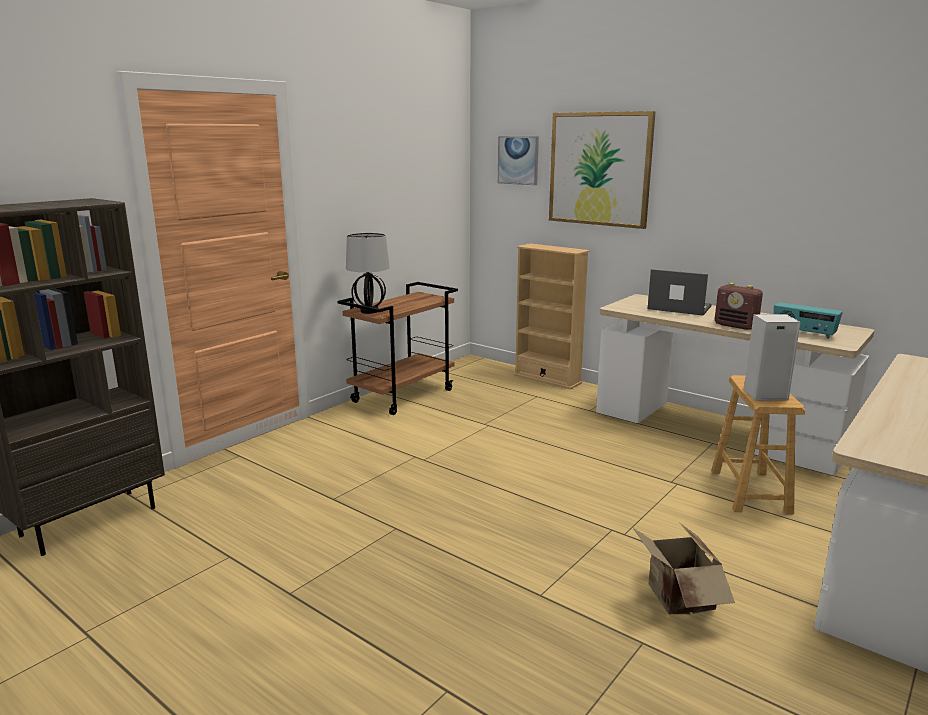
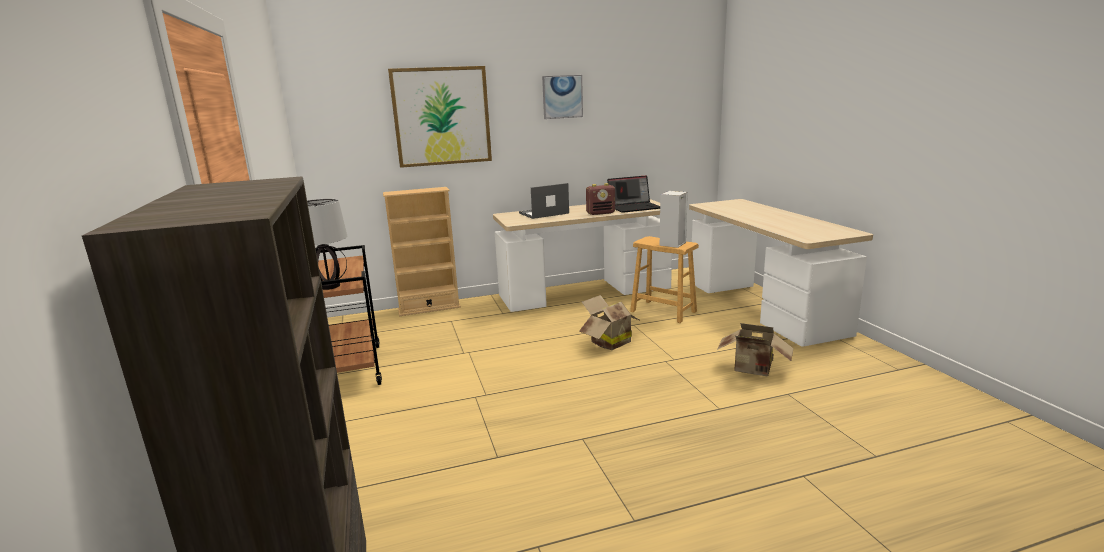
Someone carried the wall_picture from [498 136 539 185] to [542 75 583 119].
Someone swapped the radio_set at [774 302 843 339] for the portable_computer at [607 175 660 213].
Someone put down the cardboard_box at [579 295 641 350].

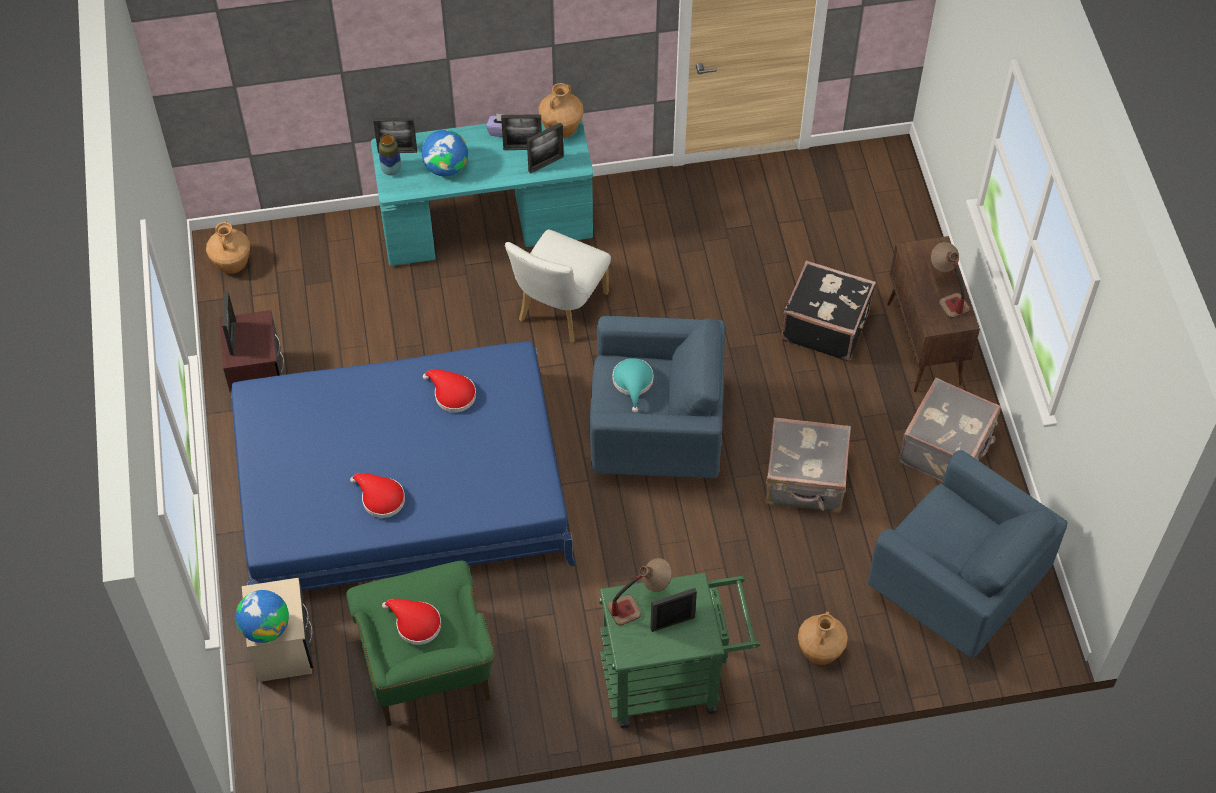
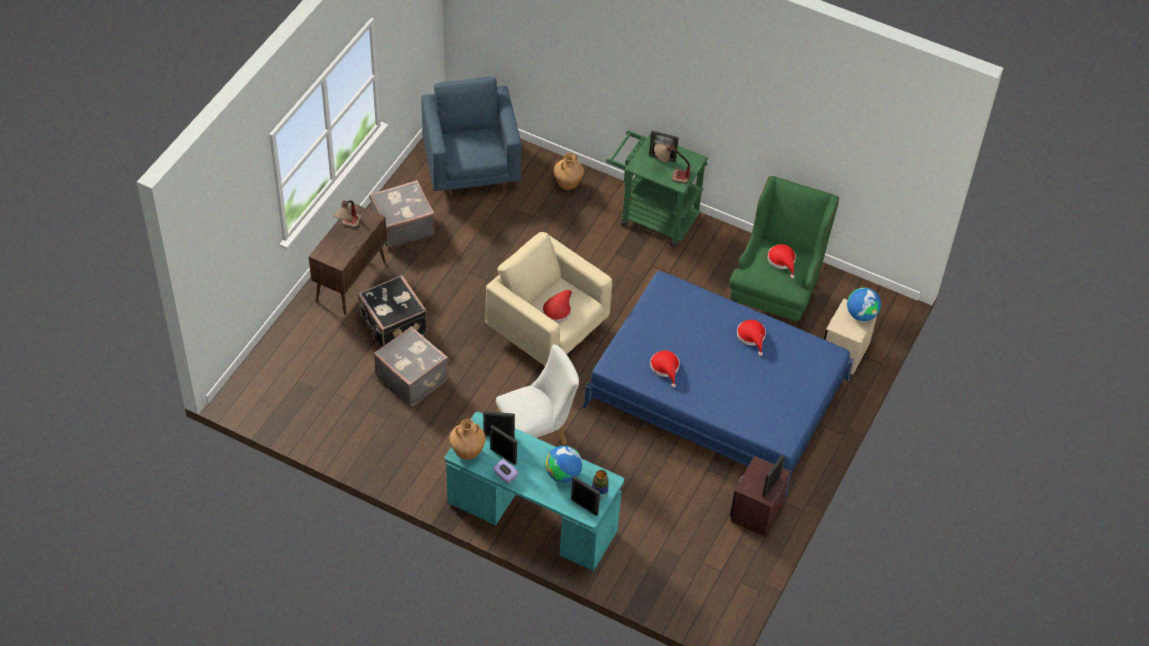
Someone took away the brown-coloured_vase at [206 221 250 274].
Someone repainted the blue_armchair at [589 316 725 478], which became the beige-coloured_armchair at [486 232 612 366].
Someone repainted the turquoise-coloured_clothing_hat at [613 358 654 413], which became the reddish_clothing_hat at [542 290 574 323].
Someone carried the gray_piece_of_luggage from [765 417 851 513] to [374 326 449 406].

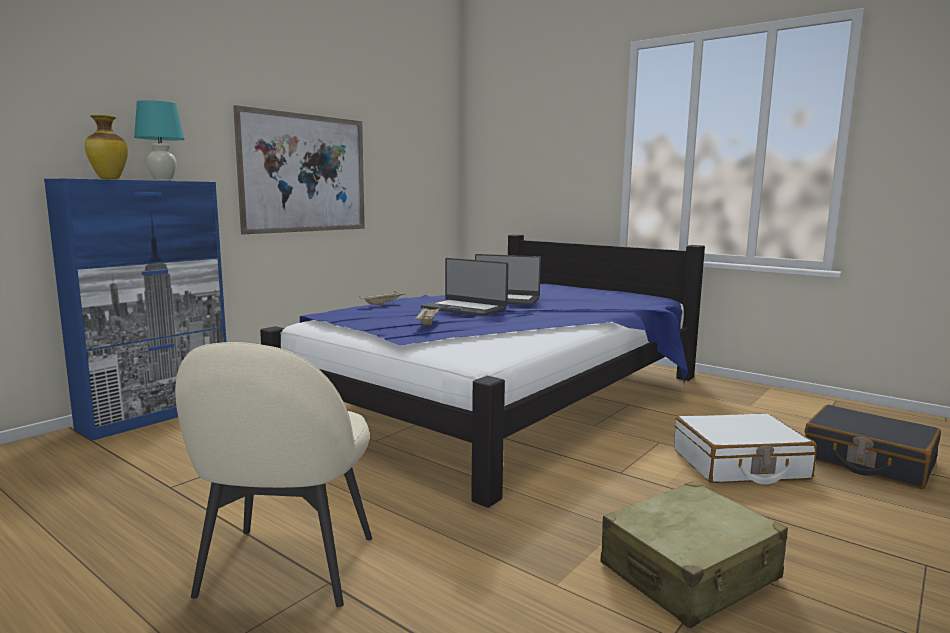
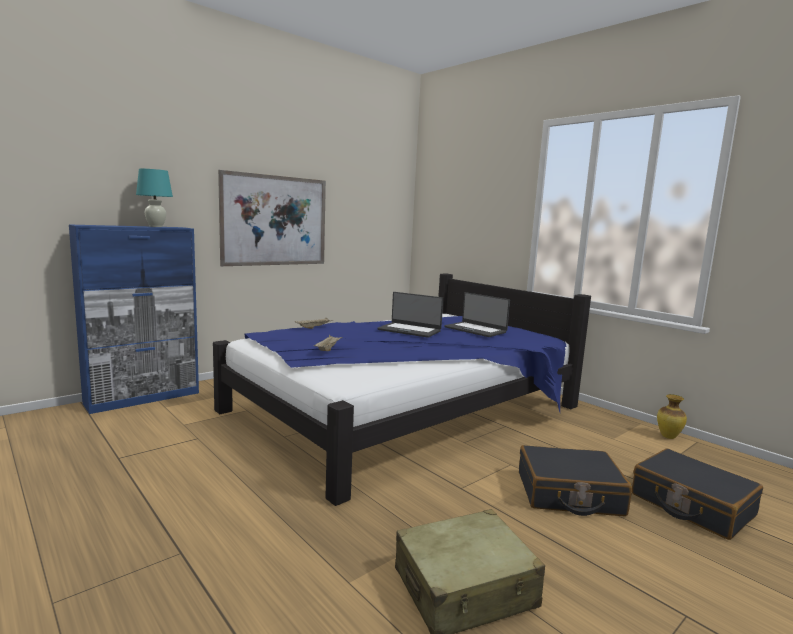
Someone carried the vase from [85 115 128 179] to [657 394 687 439].
Someone took away the beige-coloured_upright_chair at [175 342 372 607].
Someone carried the portable_computer from [421 258 508 316] to [444 292 510 337].
Someone repainted the whitish_piece_of_luggage at [674 414 817 484], which became the blackish_piece_of_luggage at [519 445 632 516].

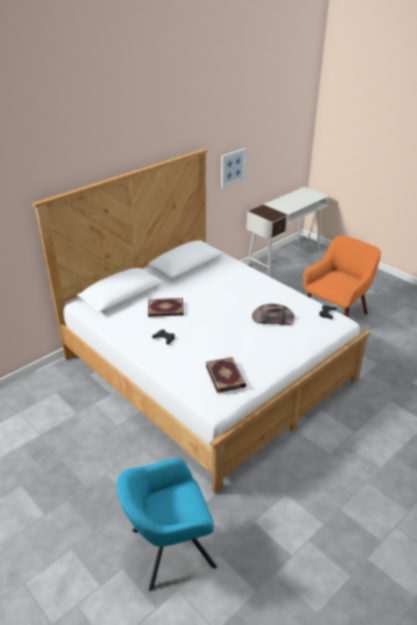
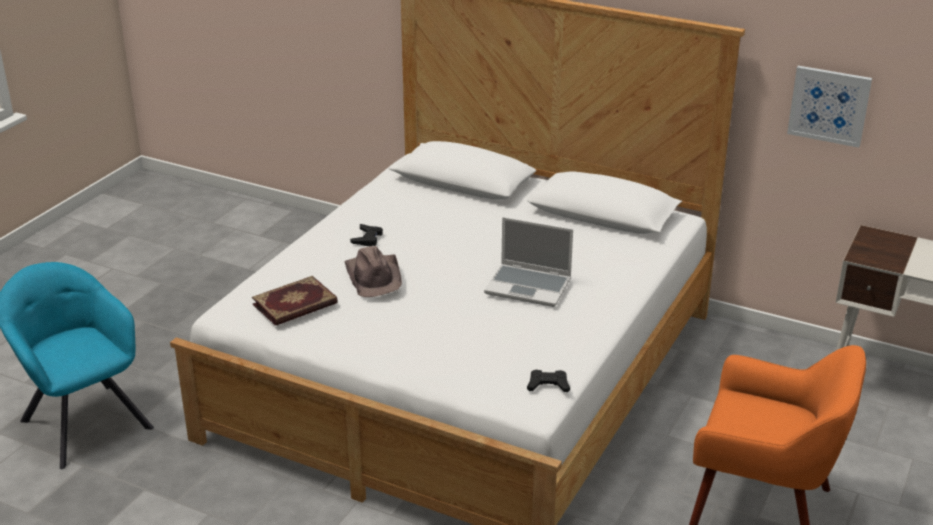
Someone took away the volume at [148 298 184 317].
Someone carried the brown-coloured_clothing_hat from [252 304 295 325] to [344 246 402 297].
Someone put down the portable_computer at [484 217 573 307].

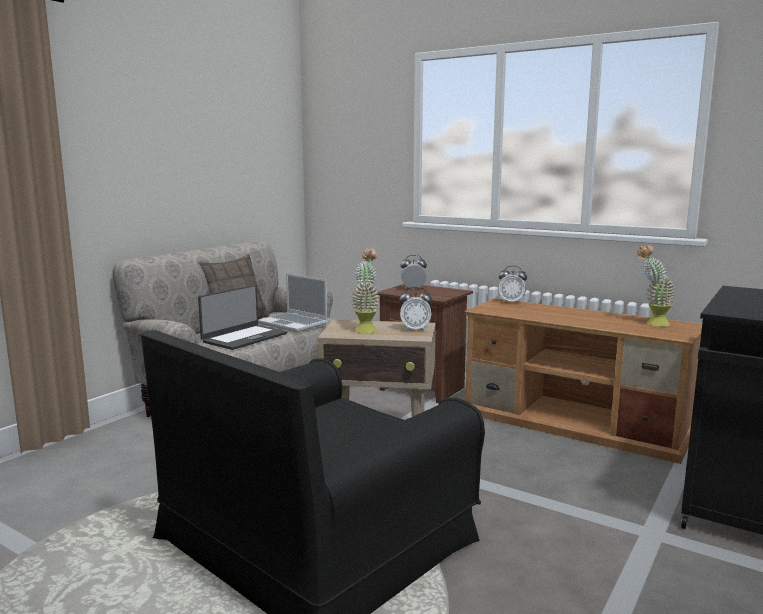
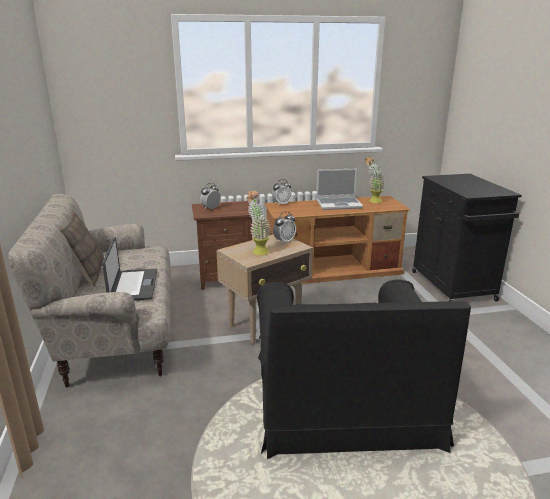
Someone carried the portable_computer from [258 273 328 332] to [316 169 363 210].

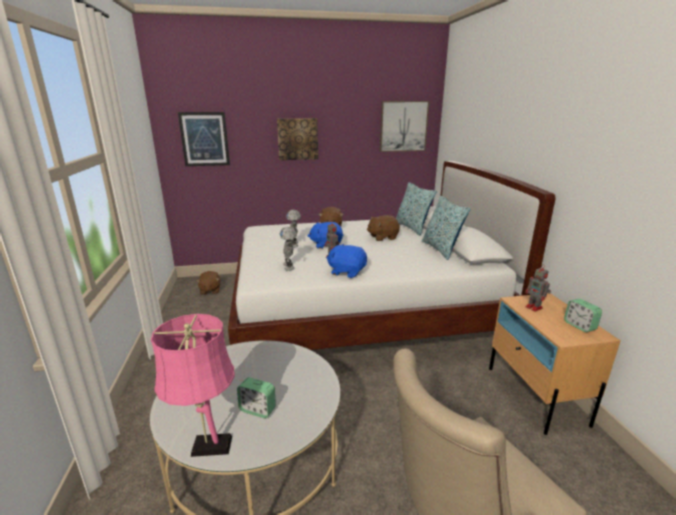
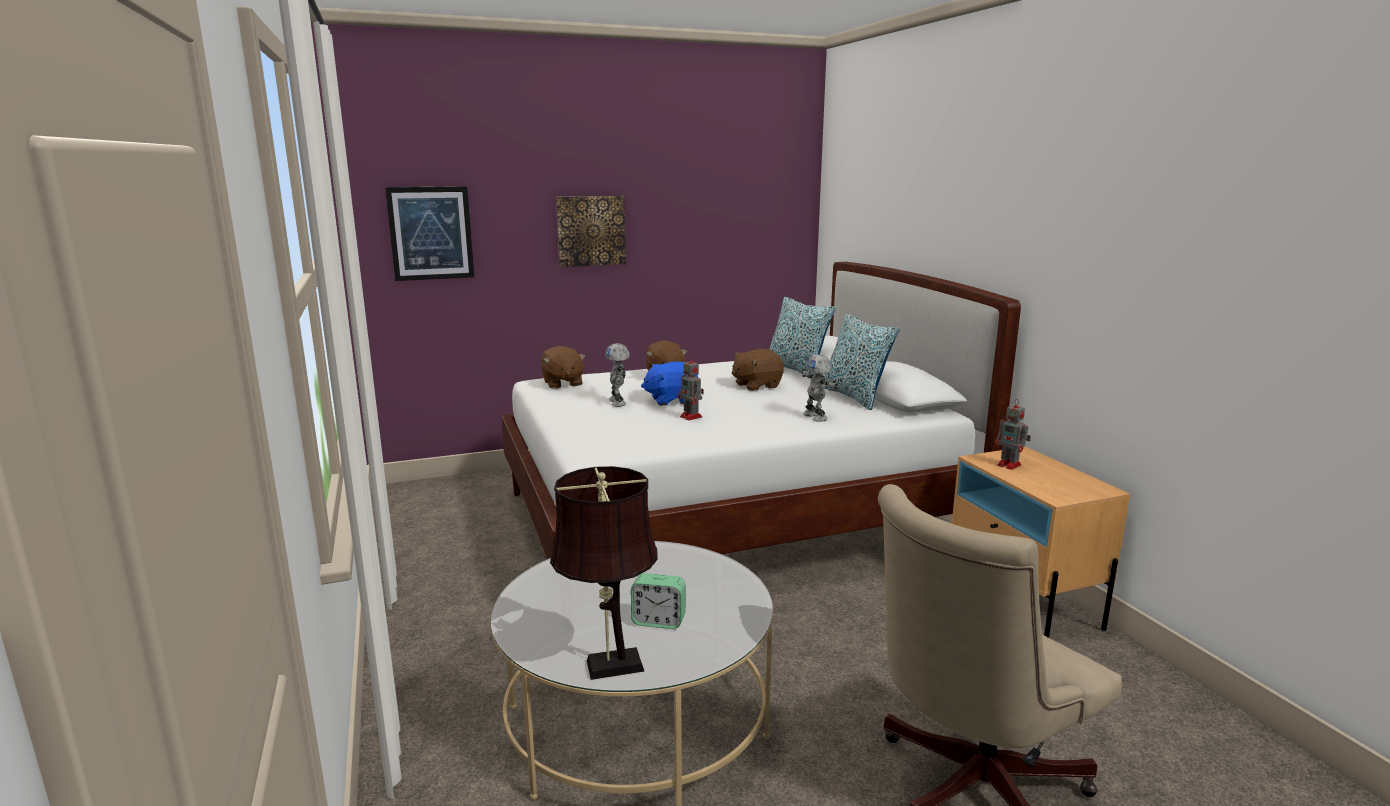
Someone repainted the pinkish_table_lamp at [151 314 235 457], which became the brown-coloured_table_lamp at [550 466 658 680].
Someone carried the brown-coloured_plush_toy from [196 271 220 295] to [541 346 586 389].
Someone carried the model_robot from [280 227 297 271] to [801 355 838 422].
Someone took away the blue_plush_toy at [326 244 367 278].
Someone took away the wall_picture at [380 101 430 152].
Someone took away the alarm_clock at [564 299 602 332].

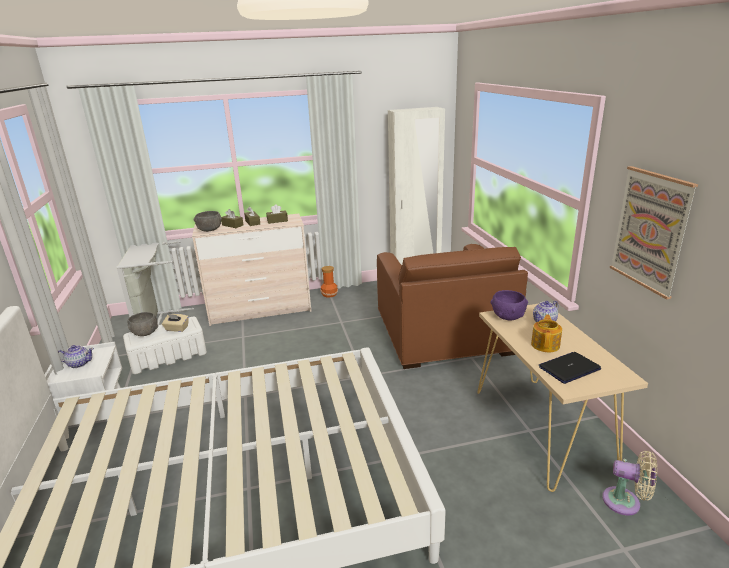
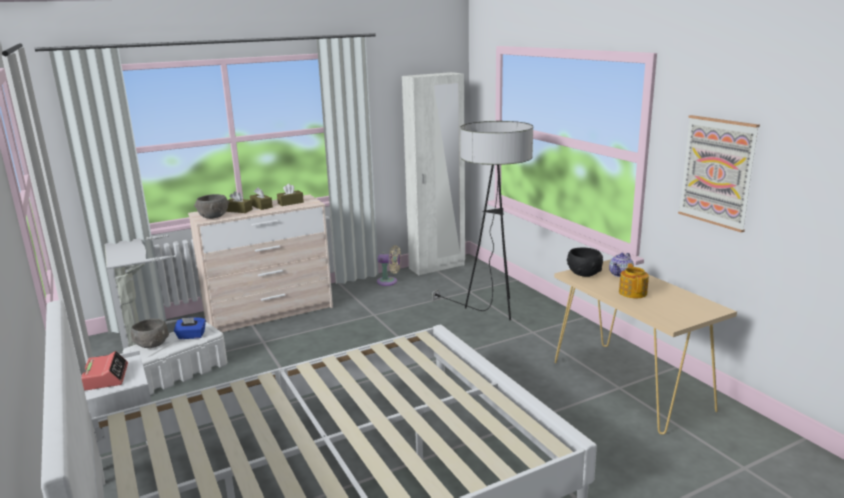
Someone swapped the teapot at [58 345 94 368] for the alarm_clock at [81 351 128 391].
Someone repainted the beige-coloured_box_of_tissues at [162 314 189 332], which became the blue_box_of_tissues at [174 317 206 339].
Someone took away the vase at [321 266 338 297].
Someone swapped the brown-coloured_armchair at [377 244 528 369] for the standing_lamp at [432 121 533 320].
Someone repainted the purplish_serving_bowl at [490 290 528 321], which became the blackish_serving_bowl at [567 248 603 277].
Someone took away the portable_computer at [539 352 601 384].
Someone carried the beige-coloured_fan from [602 451 657 515] to [377 245 401 286].

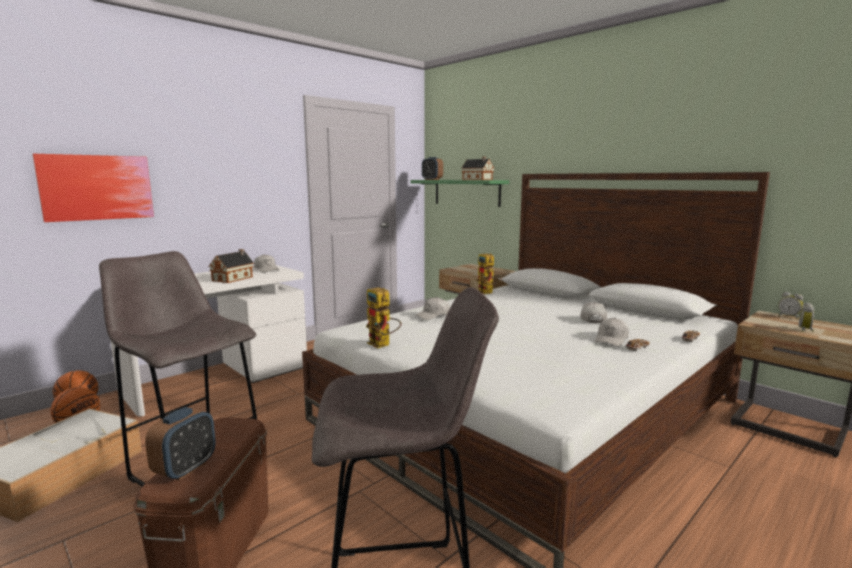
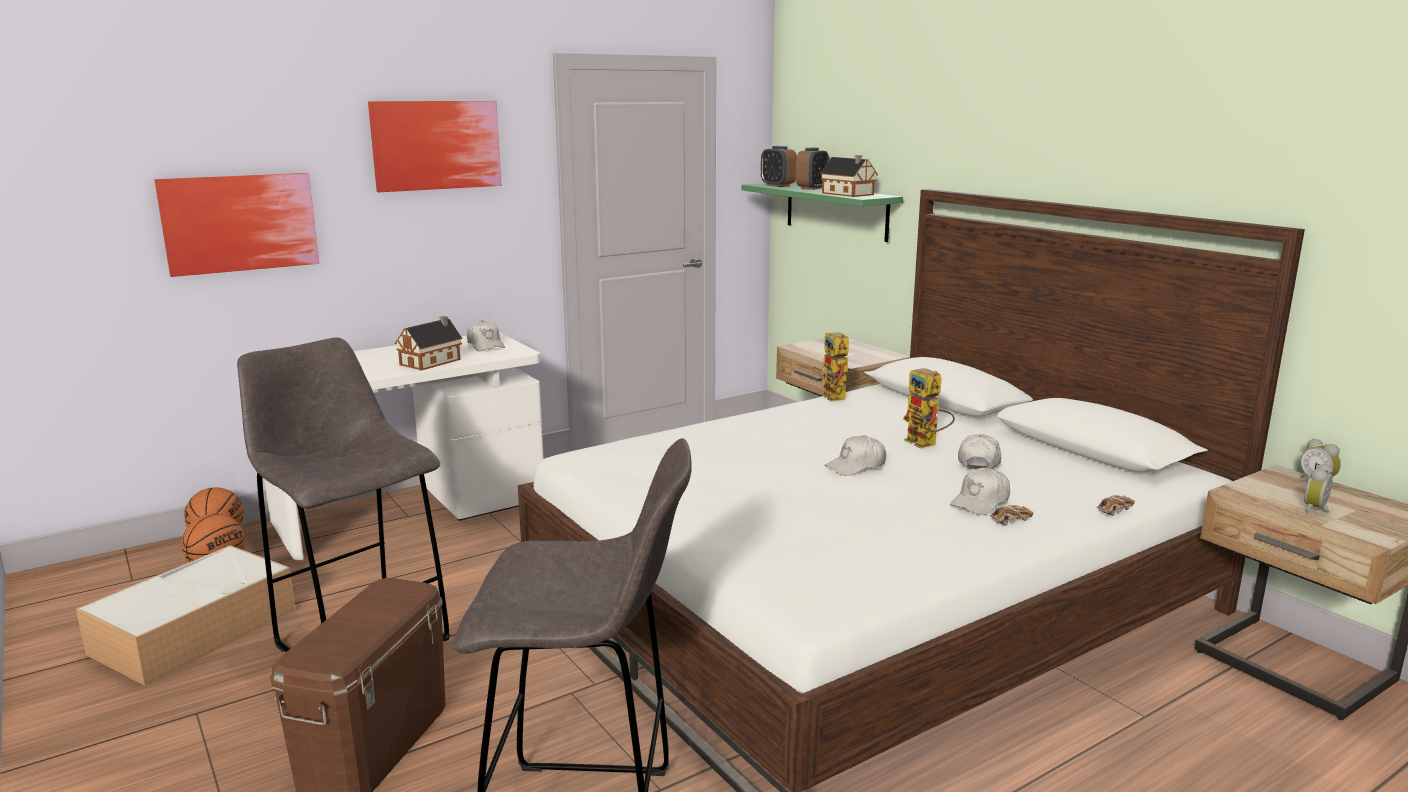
Someone carried the alarm_clock from [145 407 215 481] to [796 147 829 190].
Someone carried the model_robot from [366 287 401 348] to [903 368 955 448].
Someone carried the whitish_peaked_cap from [415 297 450 320] to [824 435 886 476].
Someone put up the wall_picture at [368 101 501 192].

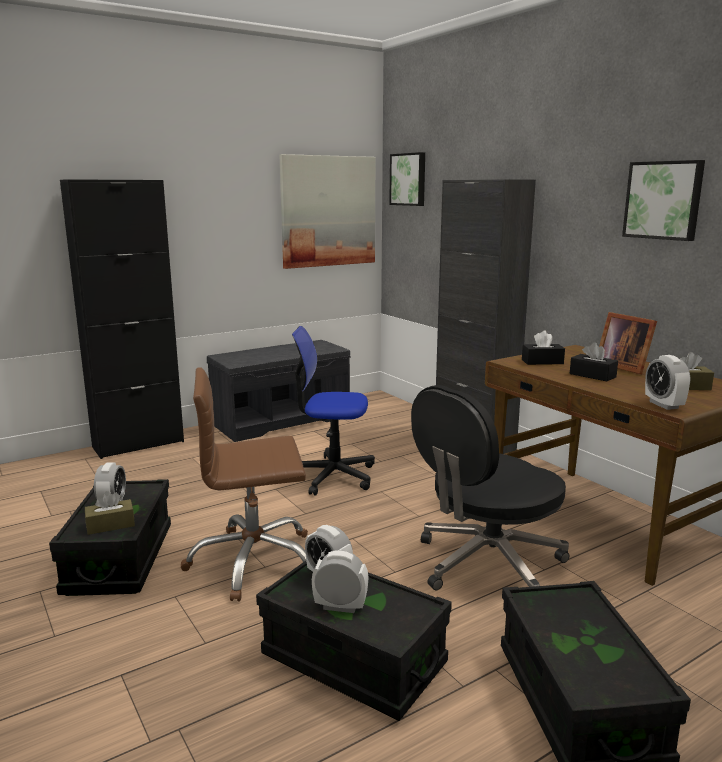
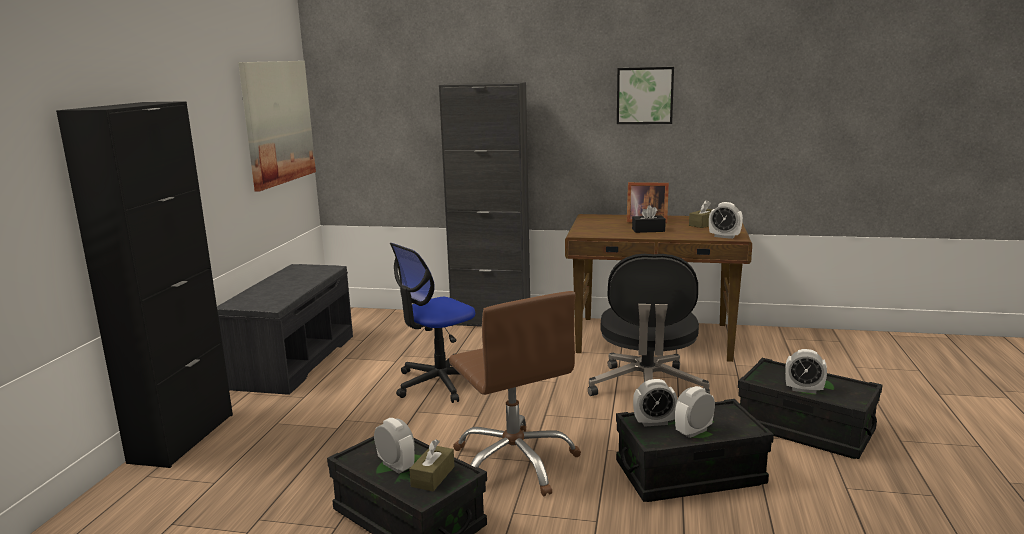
Someone rotated the brown-coloured_office_chair at [181 367 308 601] by 60 degrees counterclockwise.
Someone took away the wall_picture at [389 152 425 206].
Someone took away the blackish_box_of_tissues at [522 331 565 365].
Someone put down the alarm_clock at [785 349 827 394].

